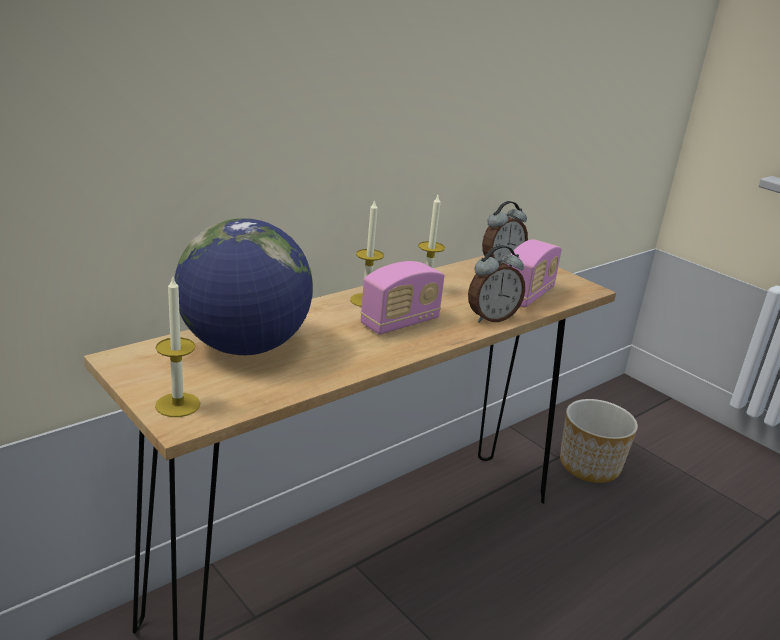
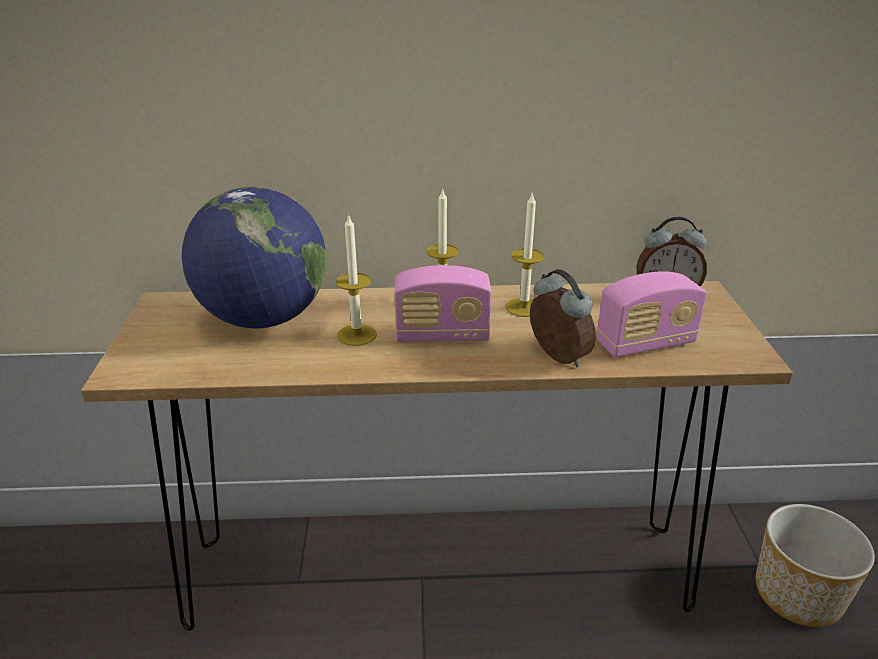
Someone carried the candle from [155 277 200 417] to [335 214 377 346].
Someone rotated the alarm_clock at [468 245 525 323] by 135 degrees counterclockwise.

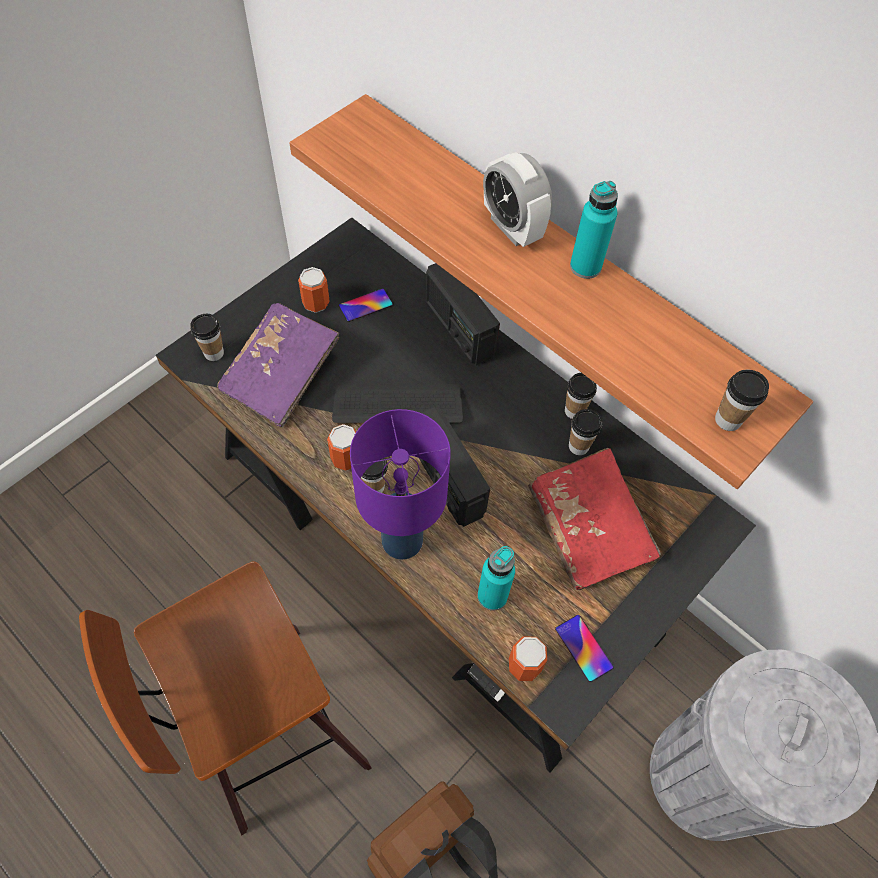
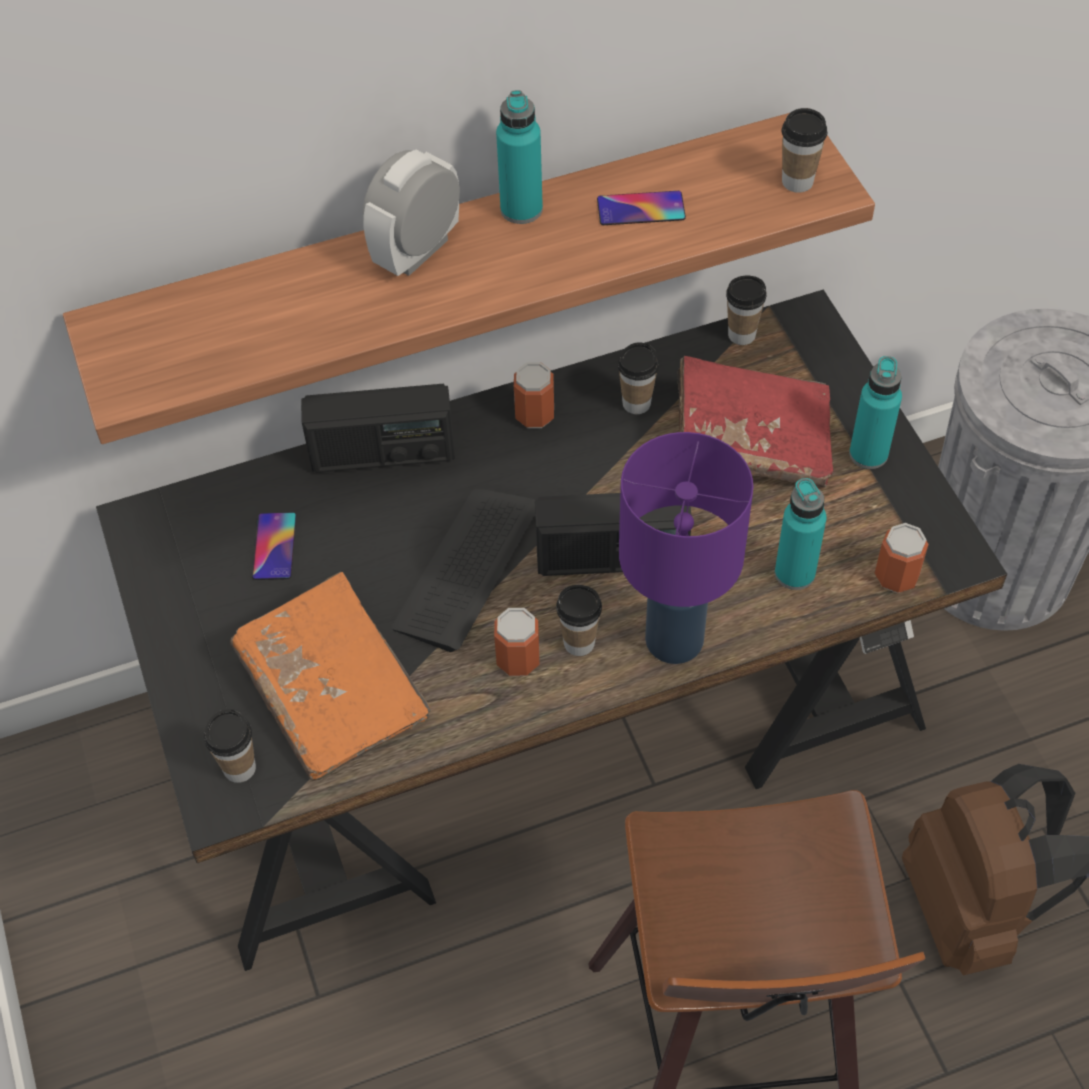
Someone repainted the purplish_volume at [217 303 339 428], which became the orange-coloured_volume at [230 572 431 780].
Someone carried the can from [298 267 330 313] to [514 362 554 428].
Someone rotated the alarm_clock at [483 152 552 247] by 135 degrees clockwise.
Someone carried the telephone from [555 615 614 682] to [597 191 686 225].
Someone carried the drinking_cup from [565 373 597 419] to [726 276 767 345].
Someone put down the turquoise-coloured_beverage_bottle at [849 356 902 469].

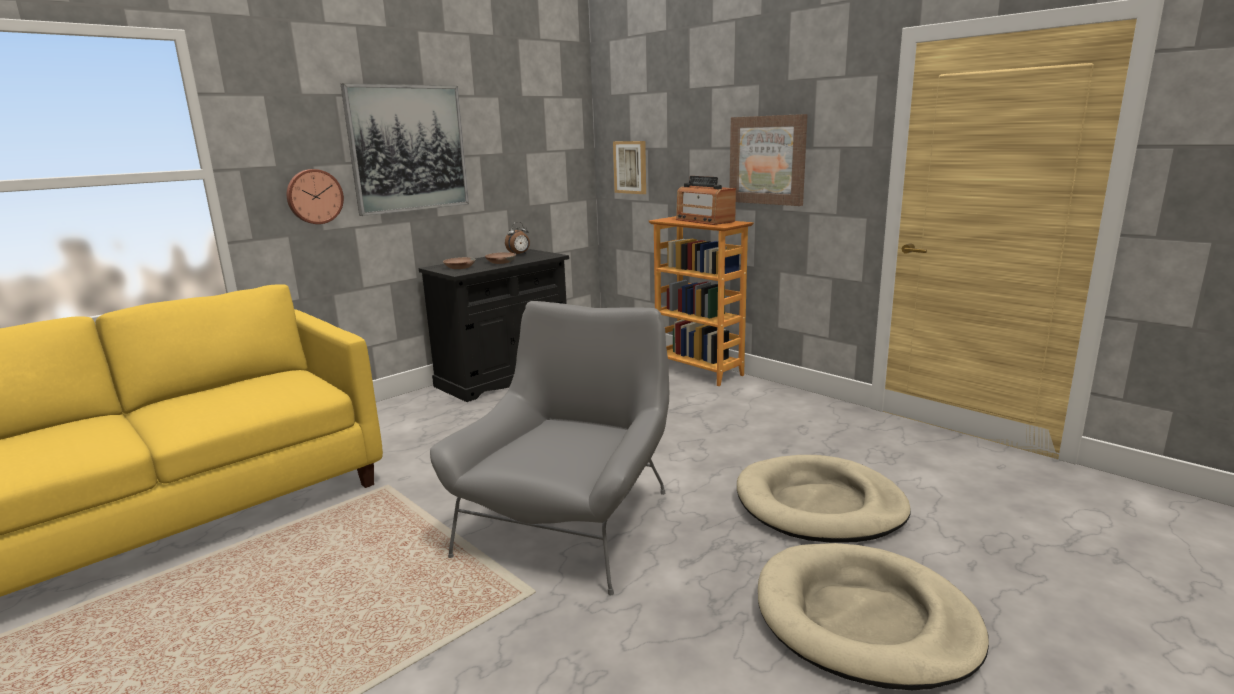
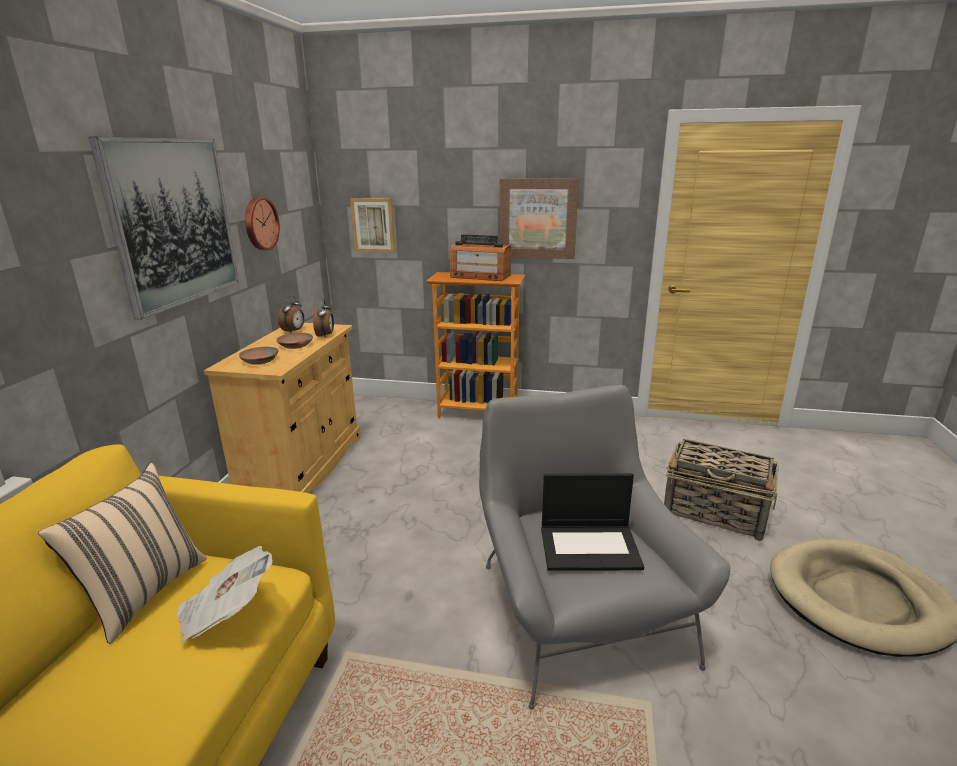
Someone carried the hanging_clock from [287 169 344 224] to [245 197 280 250].
Someone repainted the blackish_storage_cabinet at [419 249 569 402], which became the beige-coloured_storage_cabinet at [204 323 360 494].
Someone swapped the beige-coloured_pet_bed at [737 455 911 543] for the basket at [664 439 779 541].
Someone put down the beige-coloured_throw_pillow at [38 463 207 644].
Someone put down the daily_paper at [177 546 272 643].
Someone put down the alarm_clock at [313 299 334 338].
Someone put down the portable_computer at [541 473 644 571].

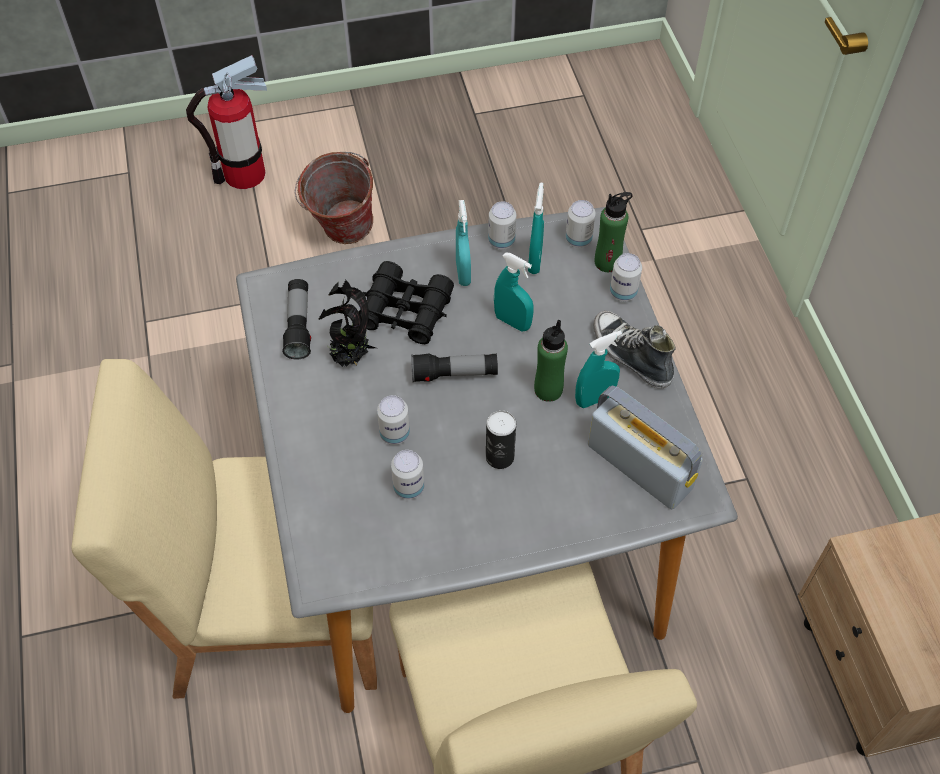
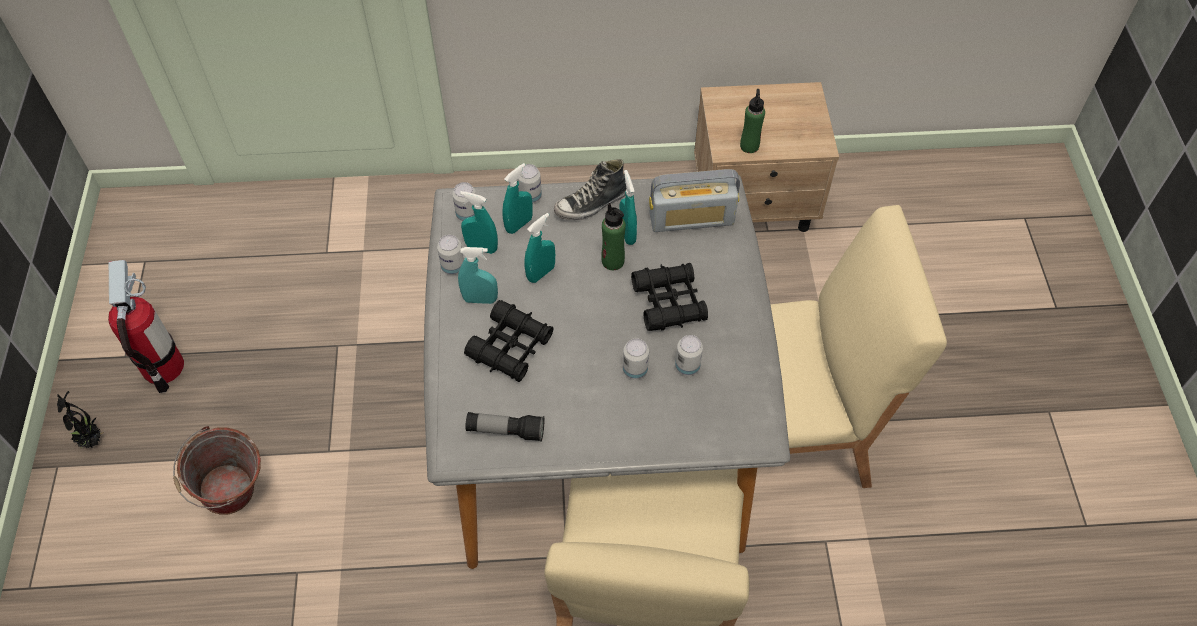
Someone carried the extinguisher from [186 55 267 189] to [108 260 184 393].
Someone carried the houseplant from [318 280 376 367] to [57 391 105 448].
Someone took away the hand_torch at [411 353 498 382].
Someone swapped the can at [486 410 516 469] for the blackish_field_glasses at [631 263 708 331].
Someone rotated the radio_set at [587 385 703 509] by 150 degrees counterclockwise.
Someone carried the green-coloured_beverage_bottle from [595 192 633 272] to [740 89 765 153].
Someone put down the turquoise-coloured_spray_bottle at [502 163 533 234].

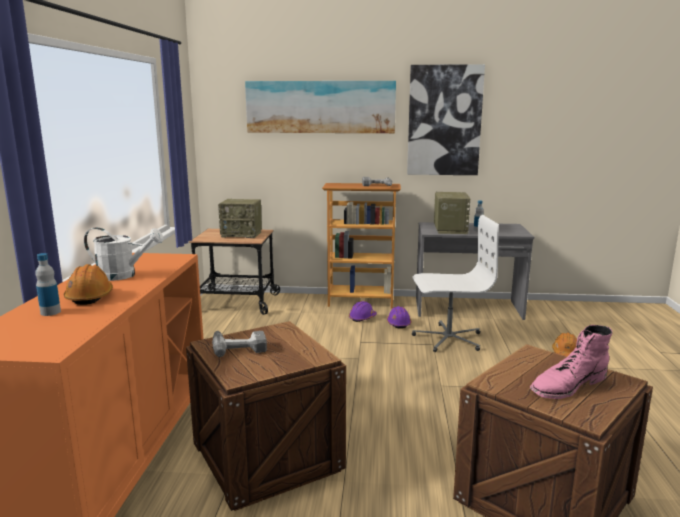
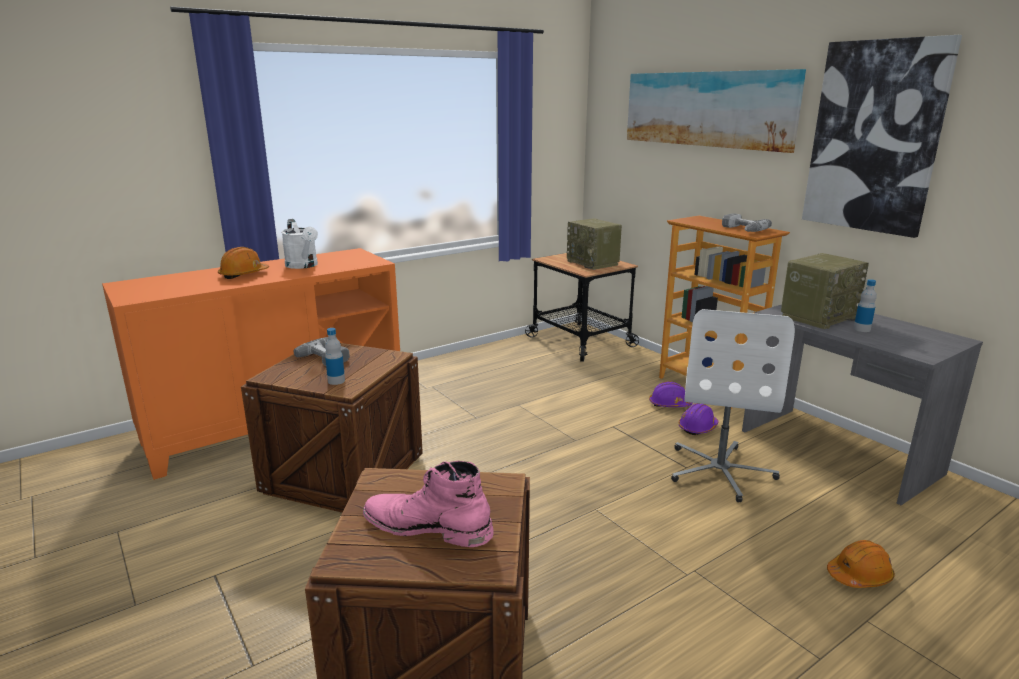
Someone carried the beverage_bottle from [35 253 61 316] to [325 328 345 385].
Someone rotated the whitish_office_chair at [412 215 499 352] by 60 degrees clockwise.

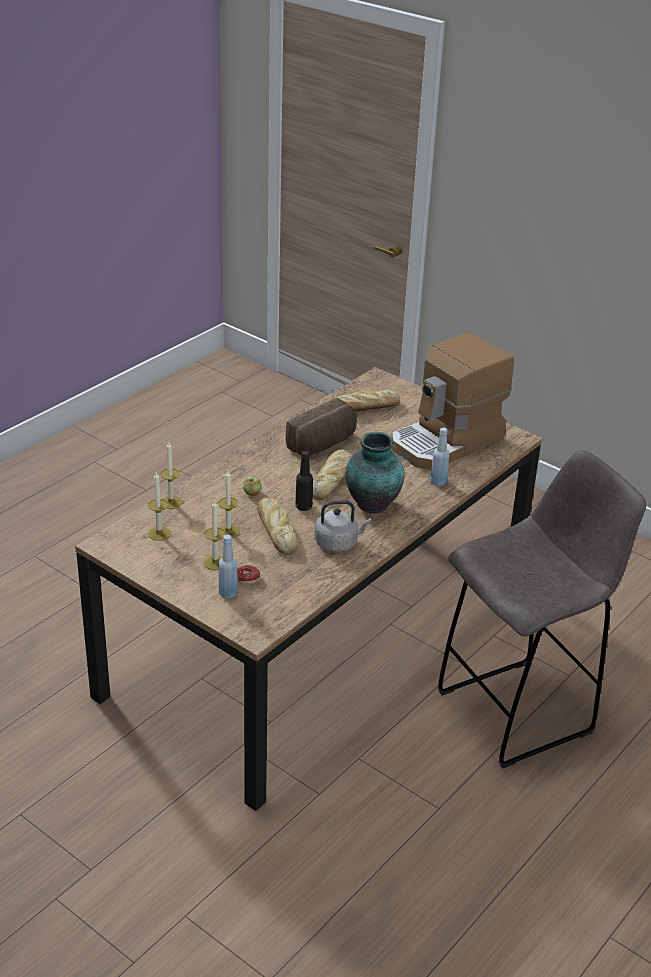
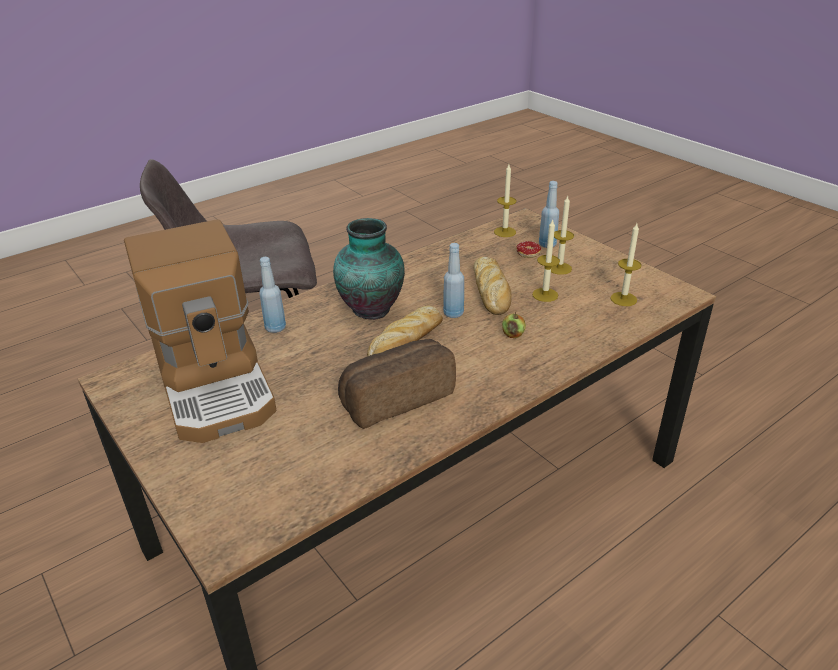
Someone carried the candle from [161 442 182 509] to [494 164 516 237].
Someone repainted the blackish_beverage_bottle at [295 451 313 511], which became the blue_beverage_bottle at [443 243 464 318].
Someone took away the gray_kettle at [314 500 372 552].
Someone took away the bakery_bread at [336 390 400 412].
Someone rotated the coffee_machine at [391 332 514 470] by 90 degrees clockwise.

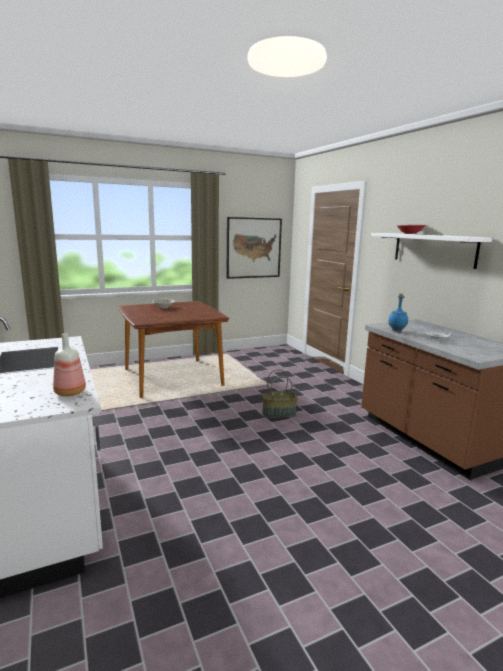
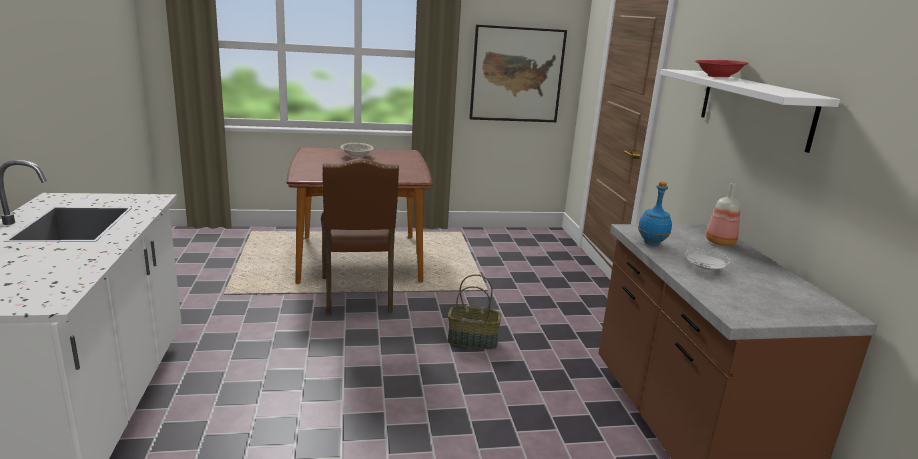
Someone carried the beverage_bottle from [53 333 86 396] to [706 183 741 246].
Someone put down the brown-coloured_upright_chair at [321 158 399 314].

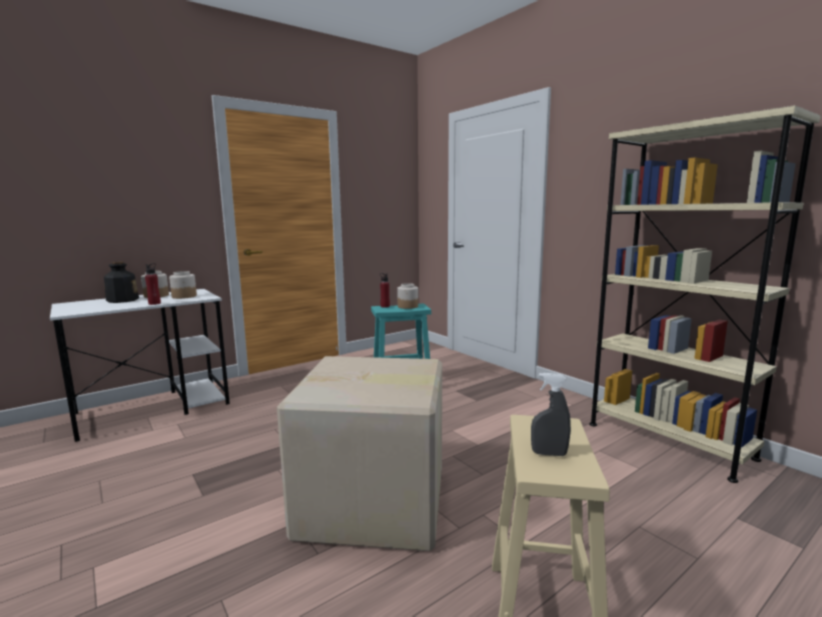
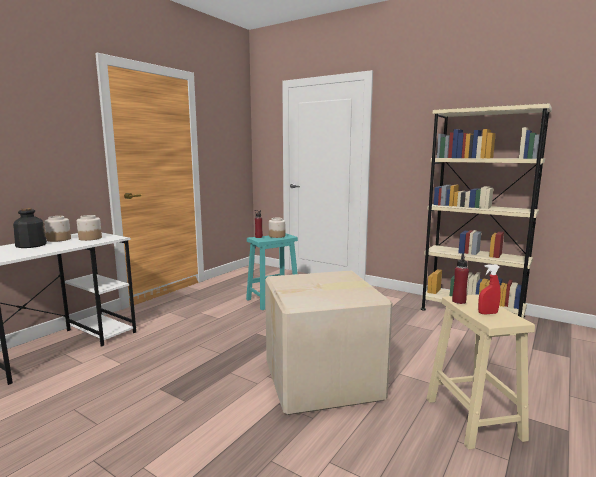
Someone carried the reddish_beverage_bottle from [145 263 161 305] to [452 254 469 304].
Someone repainted the gray_spray_bottle at [531 373 571 456], which became the reddish_spray_bottle at [478 264 501 314].

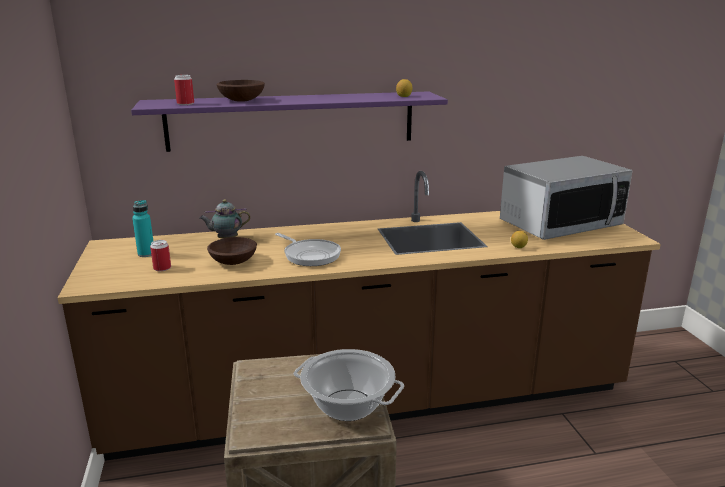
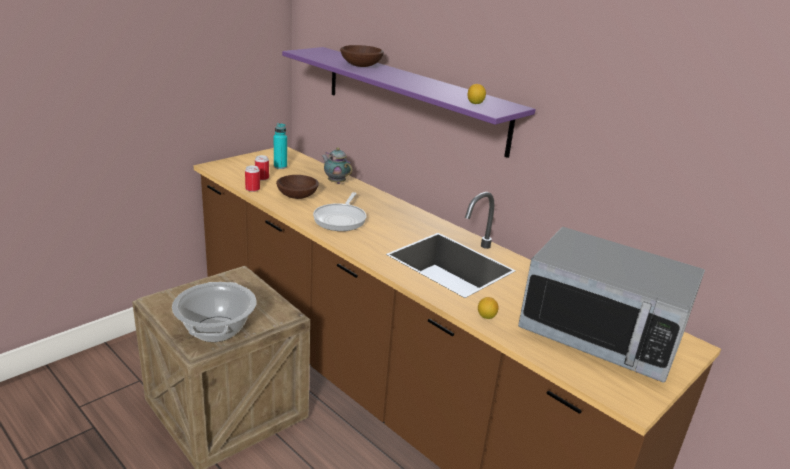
Someone carried the can from [174 75 194 105] to [245 165 260 192].

